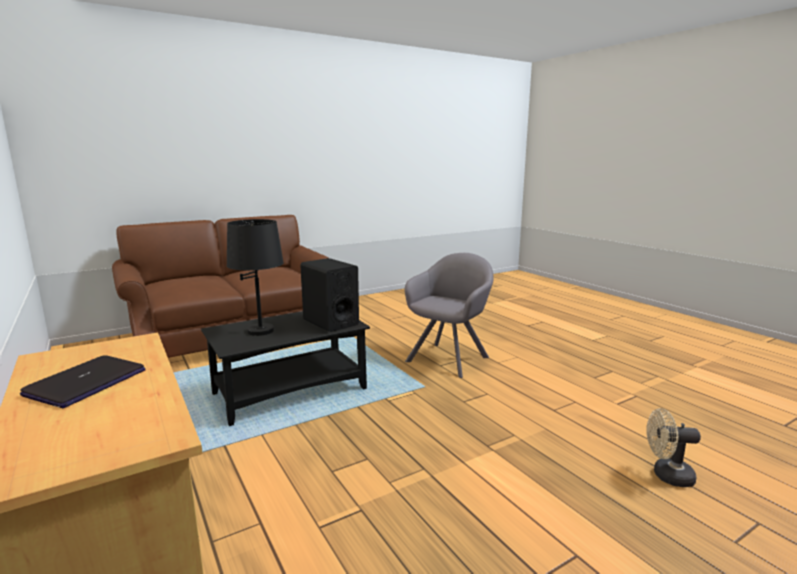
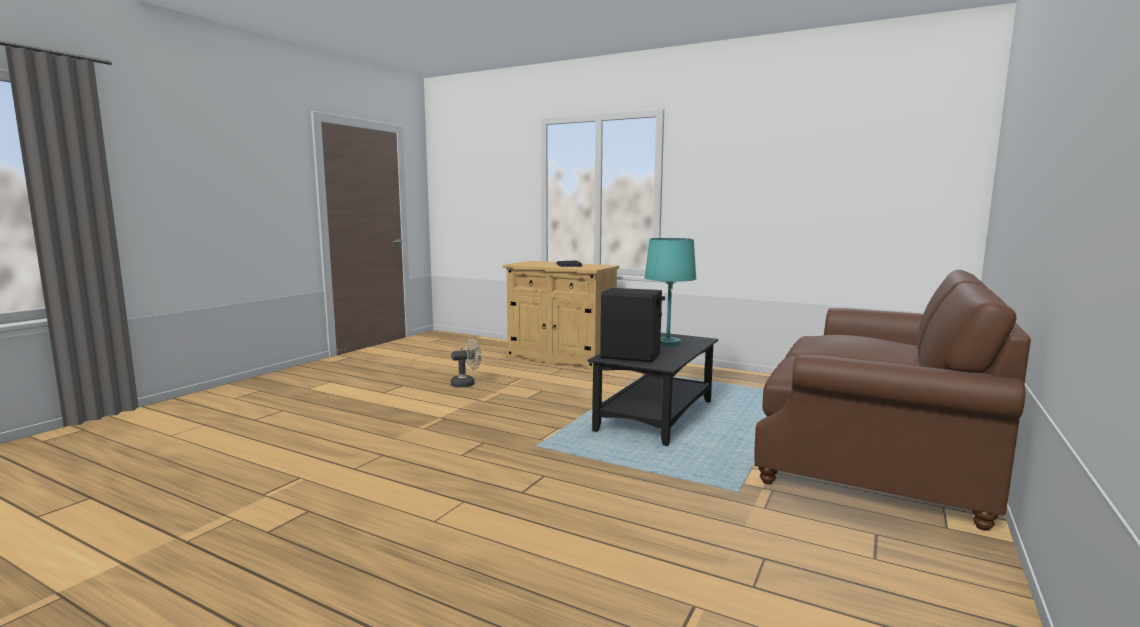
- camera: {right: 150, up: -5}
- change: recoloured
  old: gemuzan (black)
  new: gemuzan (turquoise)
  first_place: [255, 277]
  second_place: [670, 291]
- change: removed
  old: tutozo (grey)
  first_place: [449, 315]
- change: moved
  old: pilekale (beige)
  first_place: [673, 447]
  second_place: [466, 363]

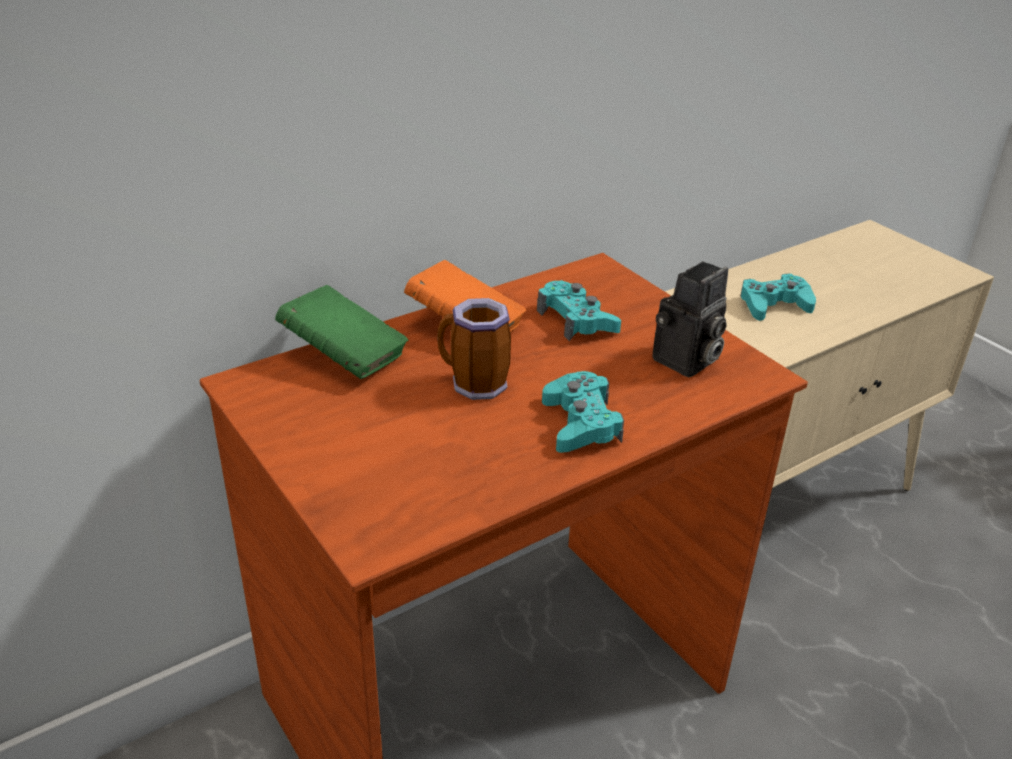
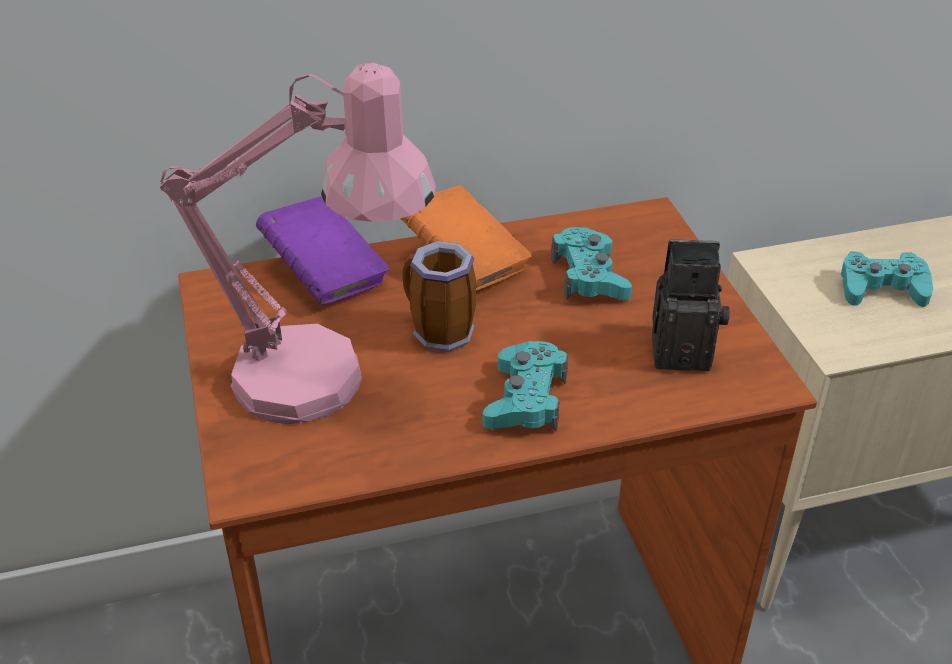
- camera: {right: 20, up: 5}
- change: recoloured
  old: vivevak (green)
  new: vivevak (purple)
  first_place: [342, 332]
  second_place: [322, 250]
- change: turned
  old: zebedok
  first_place: [690, 319]
  second_place: [691, 305]
  degrees: -150
- change: added
  new: gemuzan (pink)
  second_place: [298, 243]

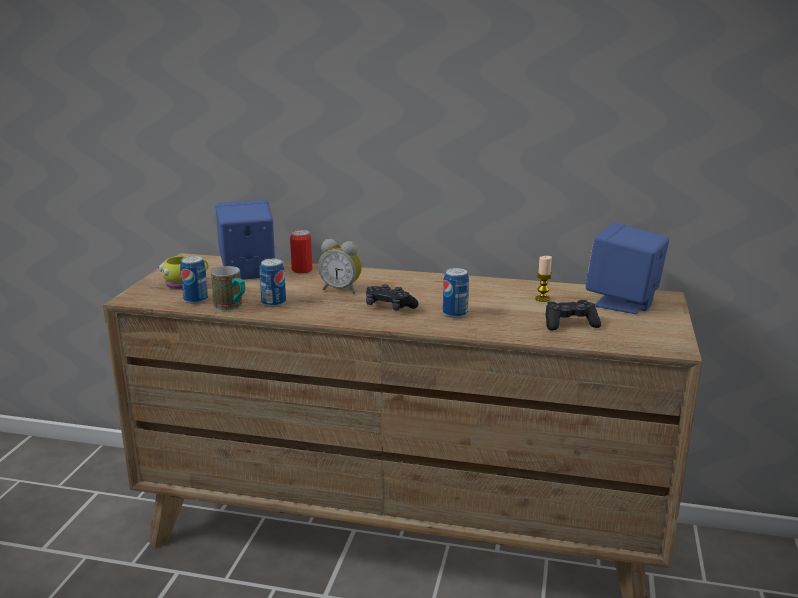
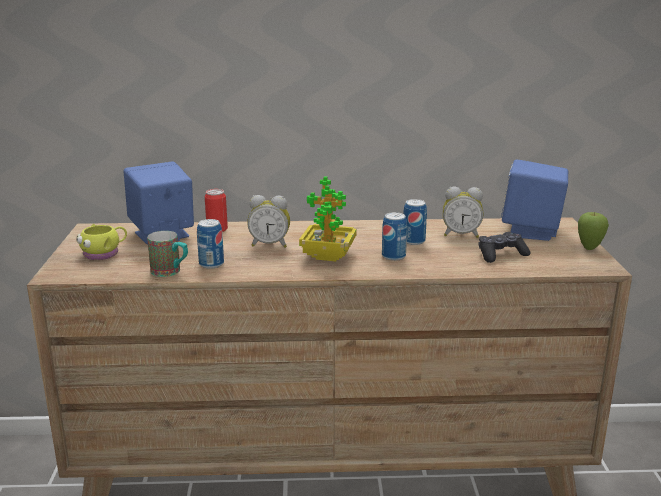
- camera: {right: -15, up: 0}
- change: moved
  old: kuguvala
  first_place: [194, 280]
  second_place: [415, 222]
- change: replaced
  old: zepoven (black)
  new: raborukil
  first_place: [392, 297]
  second_place: [328, 218]
- change: replaced
  old: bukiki
  new: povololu
  first_place: [543, 279]
  second_place: [463, 212]
- change: added
  new: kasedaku
  second_place: [593, 231]

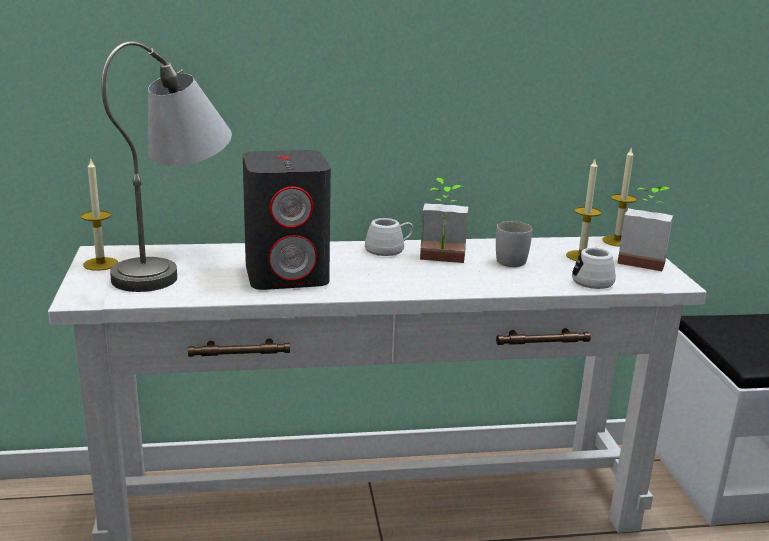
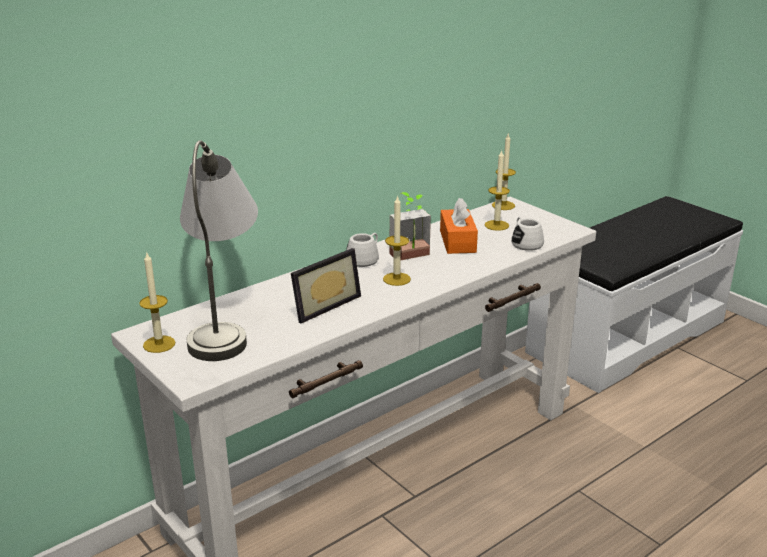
- camera: {right: -30, up: 5}
- change: replaced
  old: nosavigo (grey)
  new: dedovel
  first_place: [287, 220]
  second_place: [326, 285]
- change: replaced
  old: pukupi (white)
  new: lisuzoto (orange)
  first_place: [514, 244]
  second_place: [459, 226]
- change: removed
  old: raborukil
  first_place: [645, 229]
- change: added
  new: bukiki
  second_place: [397, 240]

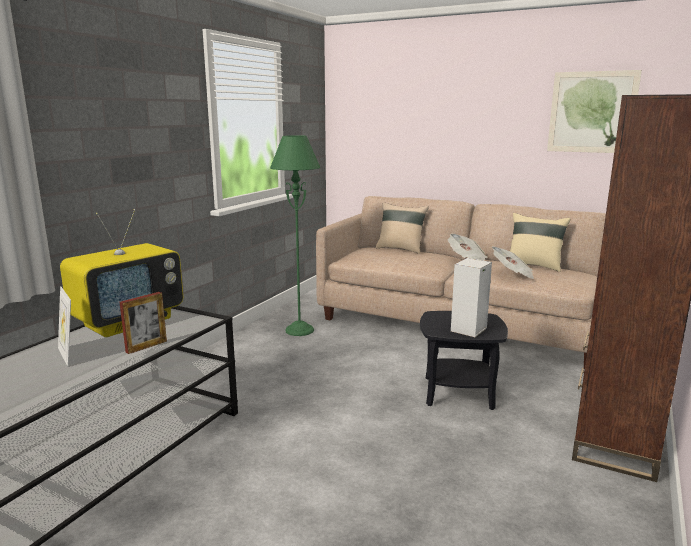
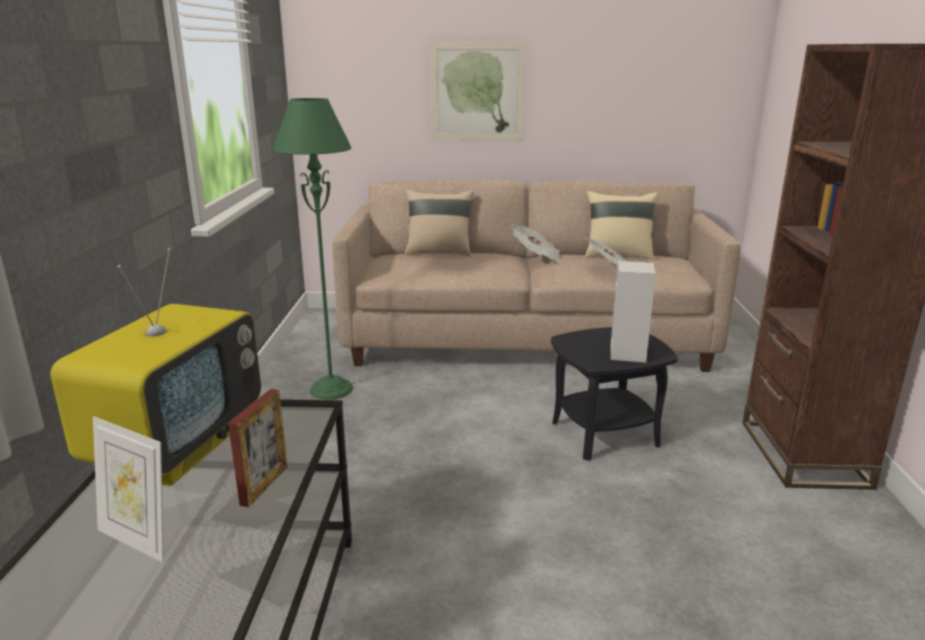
- camera: {right: -25, up: 5}
- change: moved
  old: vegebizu
  first_place: [594, 111]
  second_place: [478, 91]

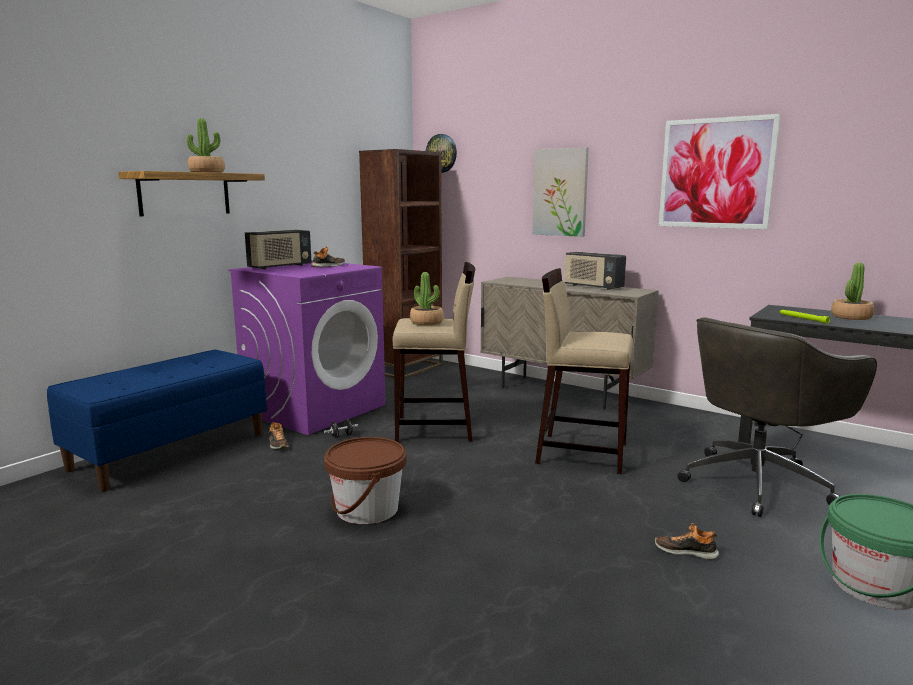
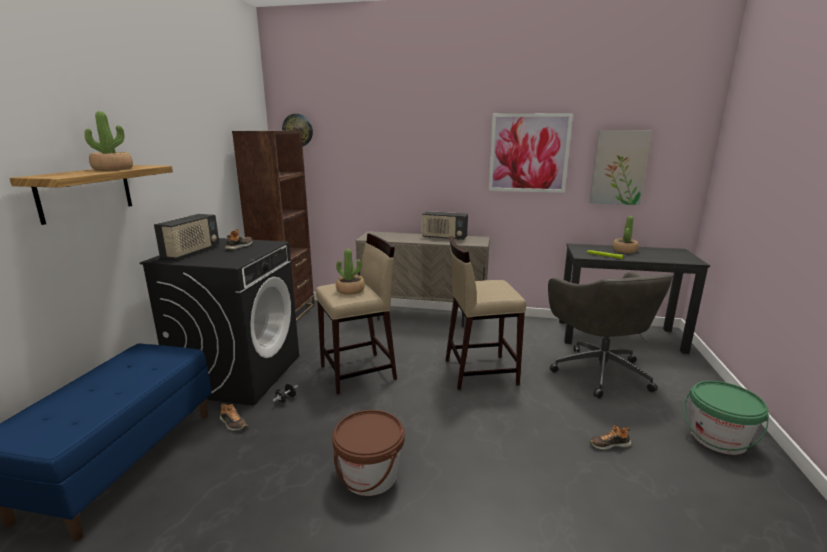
- camera: {right: -25, up: 5}
- change: recoloured
  old: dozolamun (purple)
  new: dozolamun (black)
  first_place: [307, 347]
  second_place: [219, 322]
- change: moved
  old: vegebizu
  first_place: [560, 192]
  second_place: [620, 167]
- change: turned
  old: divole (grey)
  first_place: [777, 417]
  second_place: [610, 335]
  degrees: -45

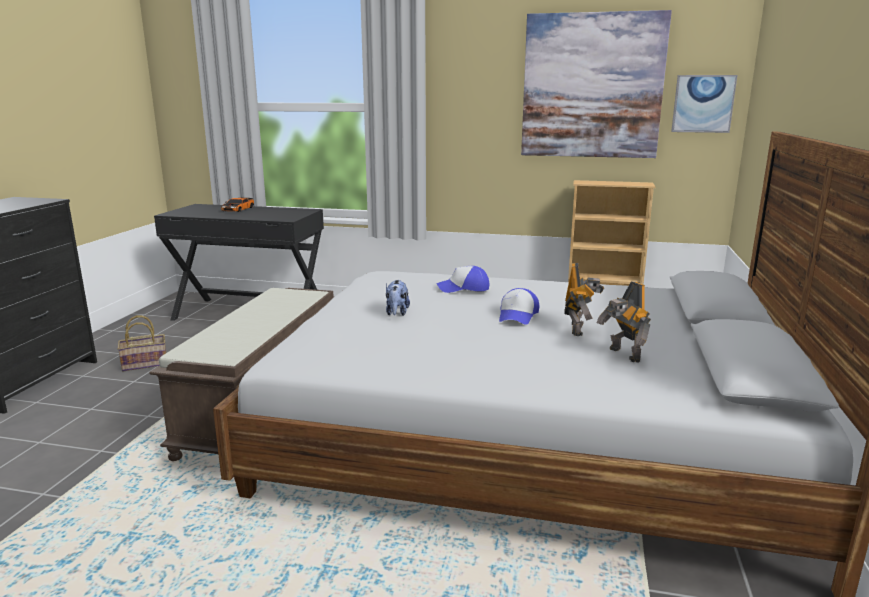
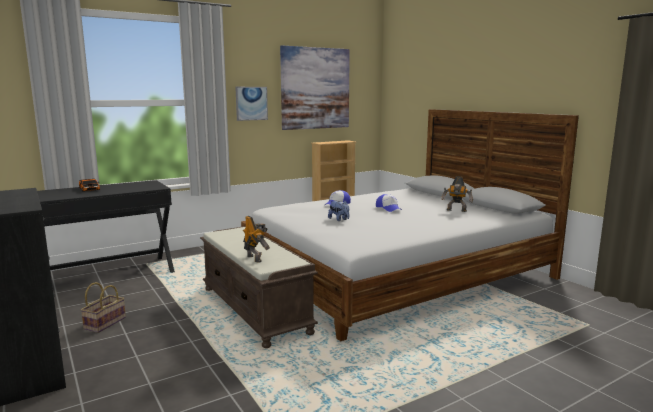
- camera: {right: -45, up: -5}
- change: moved
  old: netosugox
  first_place: [584, 299]
  second_place: [256, 239]
- change: moved
  old: vegebizu
  first_place: [704, 104]
  second_place: [251, 104]

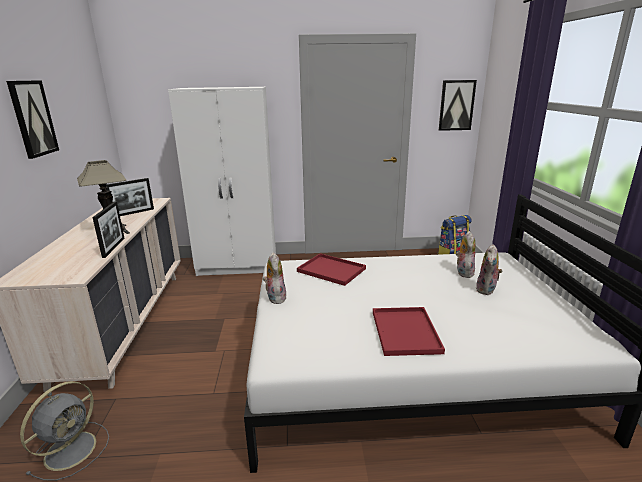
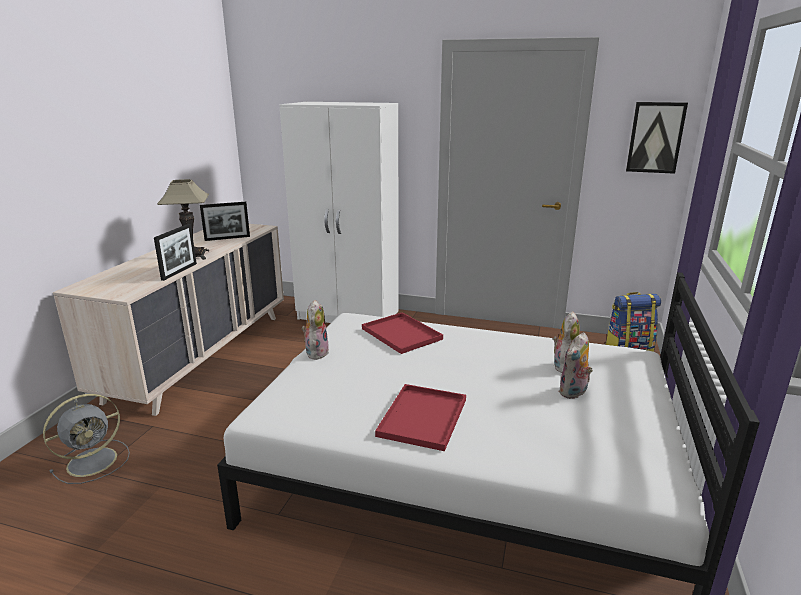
- camera: {right: 20, up: 0}
- change: removed
  old: vegebizu
  first_place: [32, 119]

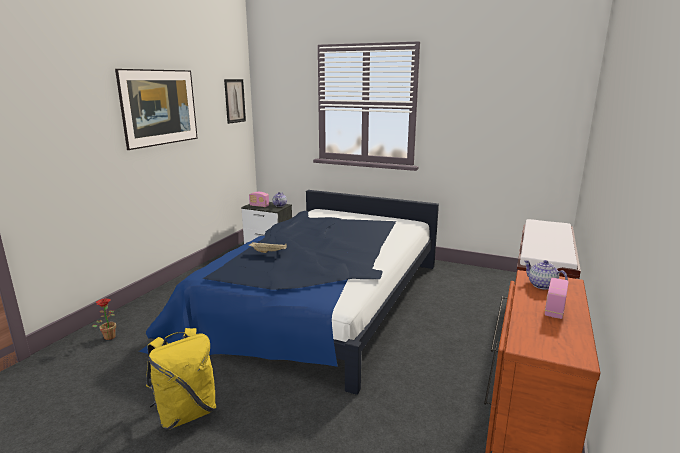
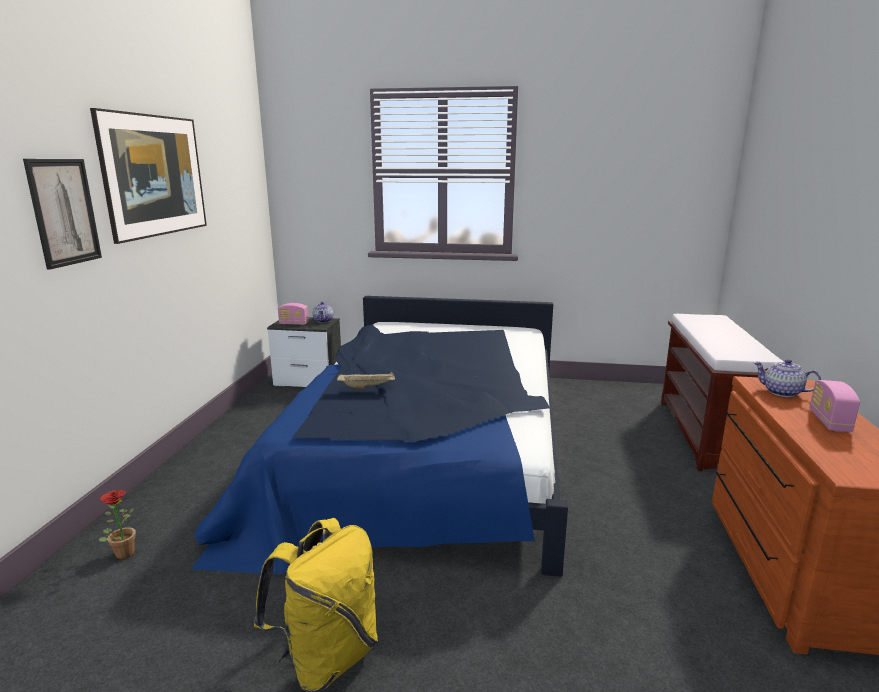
- camera: {right: -15, up: 0}
- change: moved
  old: vegebizu
  first_place: [235, 101]
  second_place: [62, 214]

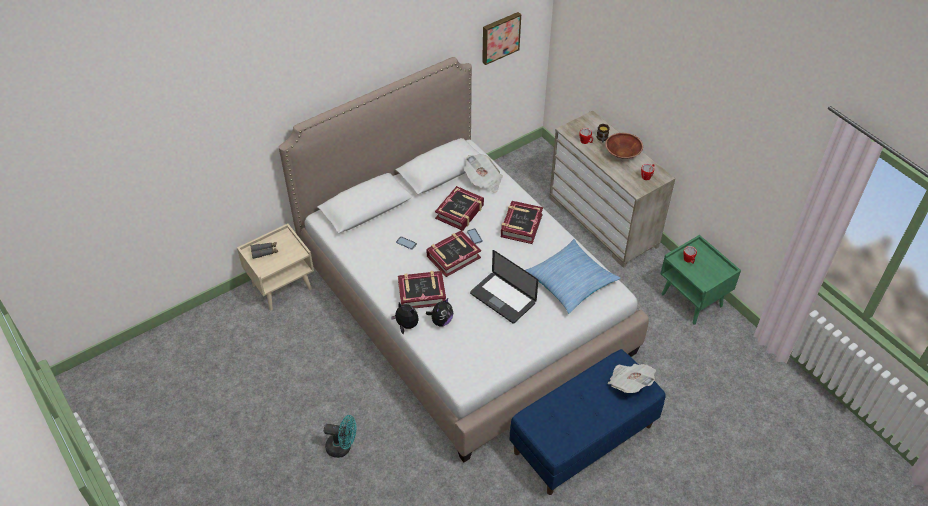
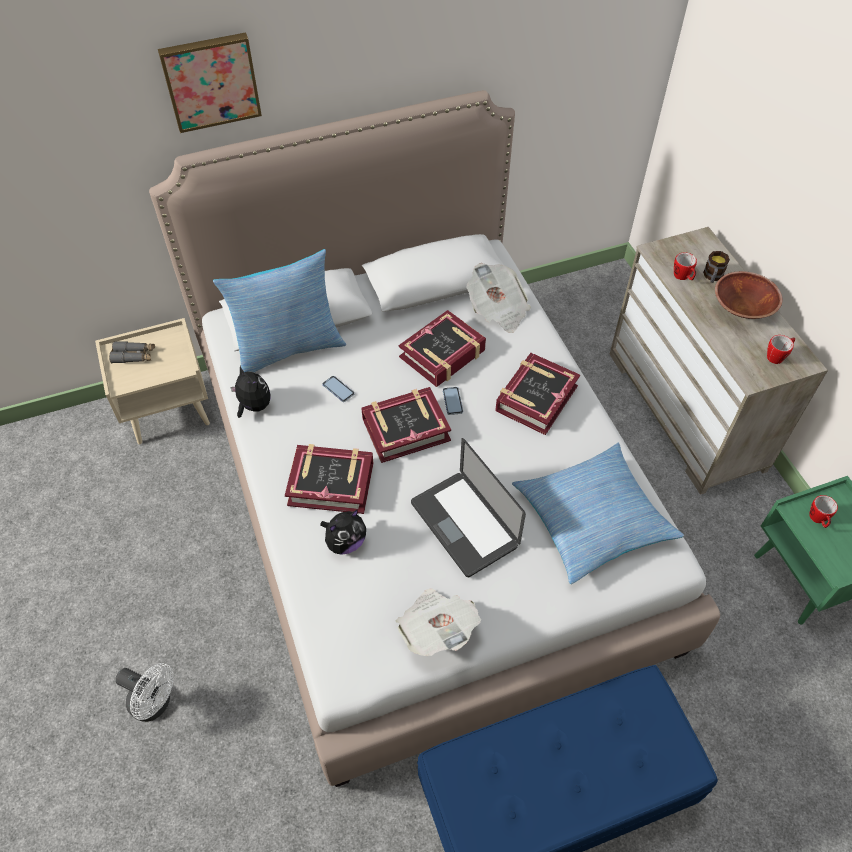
- camera: {right: 15, up: 5}
- change: recoloured
  old: pilekale (turquoise)
  new: pilekale (white)
  first_place: [340, 436]
  second_place: [145, 692]
- change: moved
  old: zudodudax
  first_place: [405, 318]
  second_place: [250, 392]
- change: moved
  old: vegebizu
  first_place: [501, 38]
  second_place: [210, 82]
- change: moved
  old: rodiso
  first_place: [632, 378]
  second_place: [438, 622]
- change: added
  new: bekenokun
  second_place: [279, 310]

